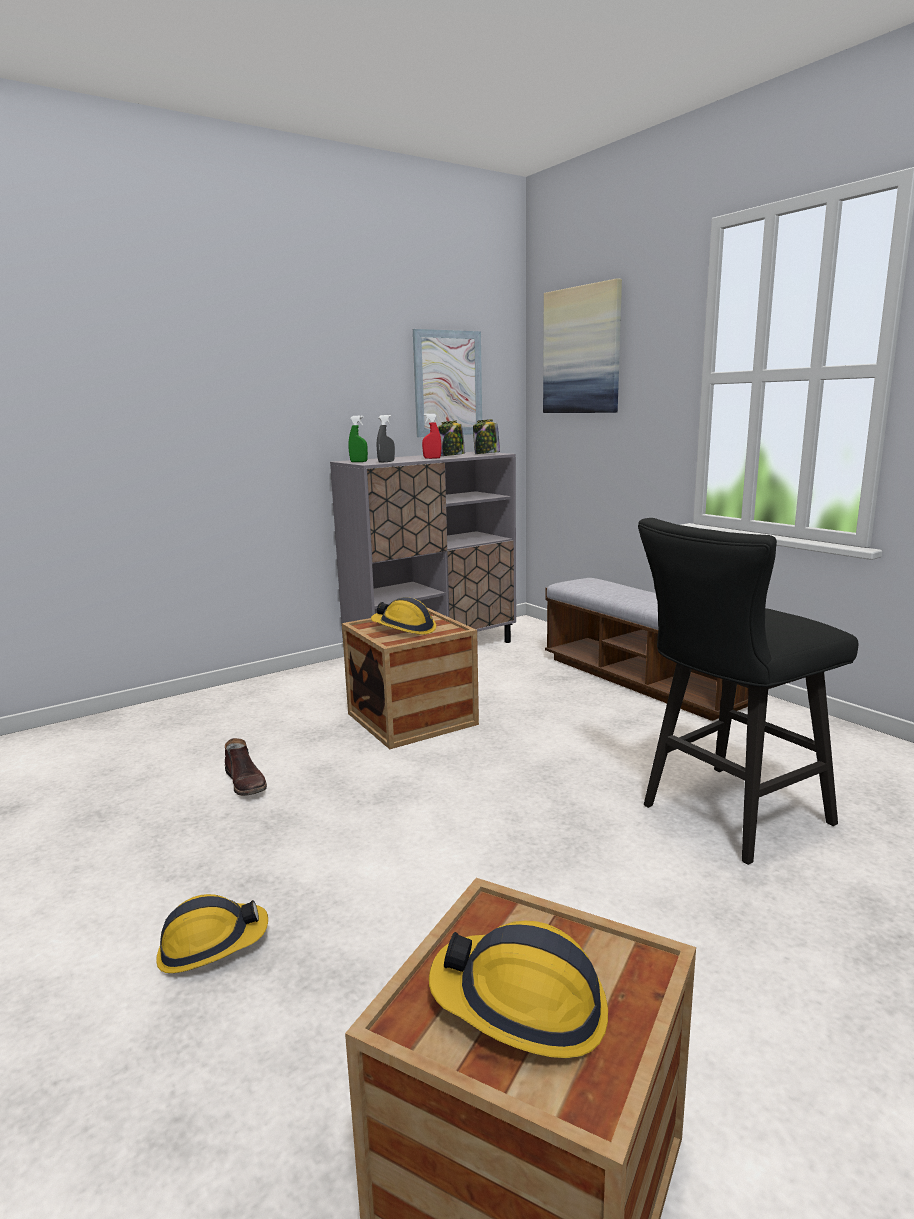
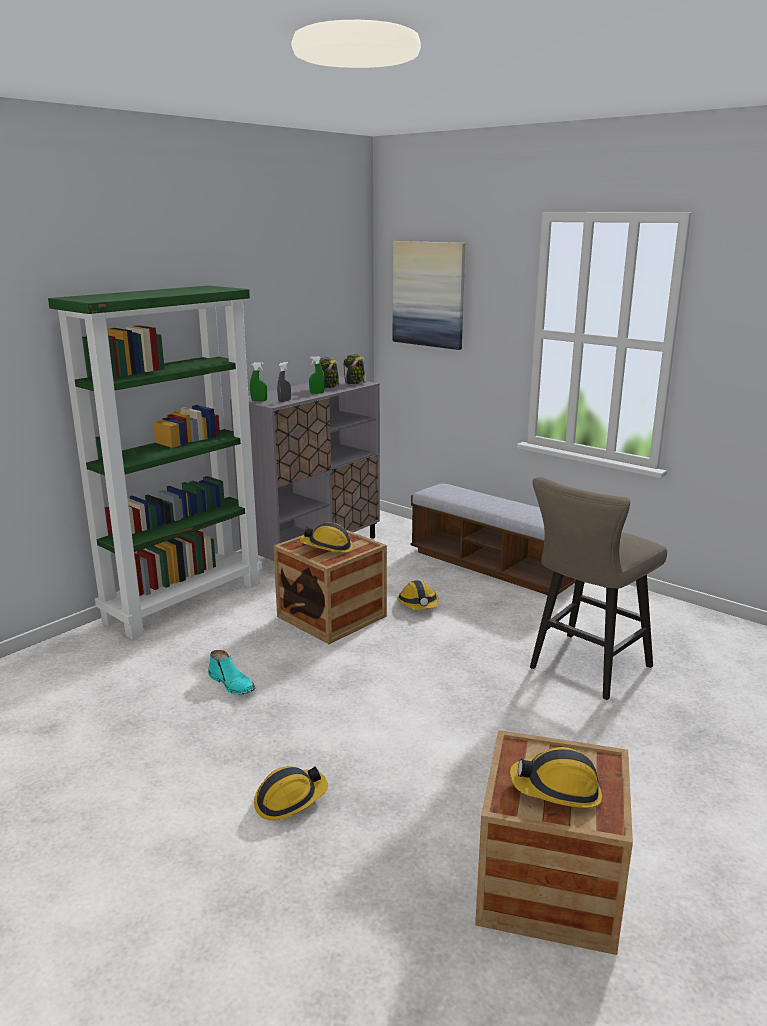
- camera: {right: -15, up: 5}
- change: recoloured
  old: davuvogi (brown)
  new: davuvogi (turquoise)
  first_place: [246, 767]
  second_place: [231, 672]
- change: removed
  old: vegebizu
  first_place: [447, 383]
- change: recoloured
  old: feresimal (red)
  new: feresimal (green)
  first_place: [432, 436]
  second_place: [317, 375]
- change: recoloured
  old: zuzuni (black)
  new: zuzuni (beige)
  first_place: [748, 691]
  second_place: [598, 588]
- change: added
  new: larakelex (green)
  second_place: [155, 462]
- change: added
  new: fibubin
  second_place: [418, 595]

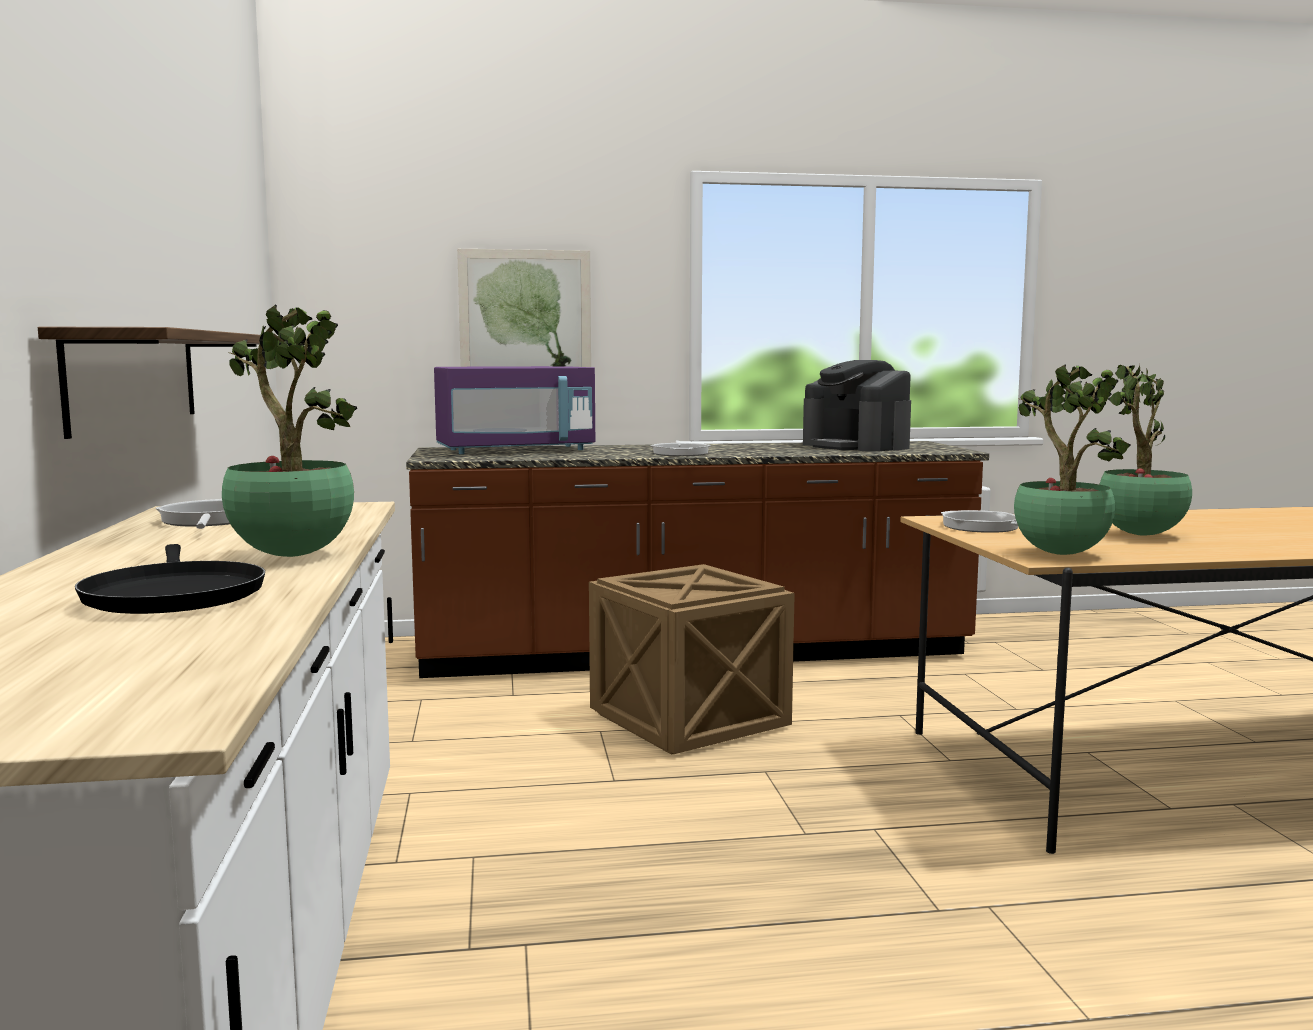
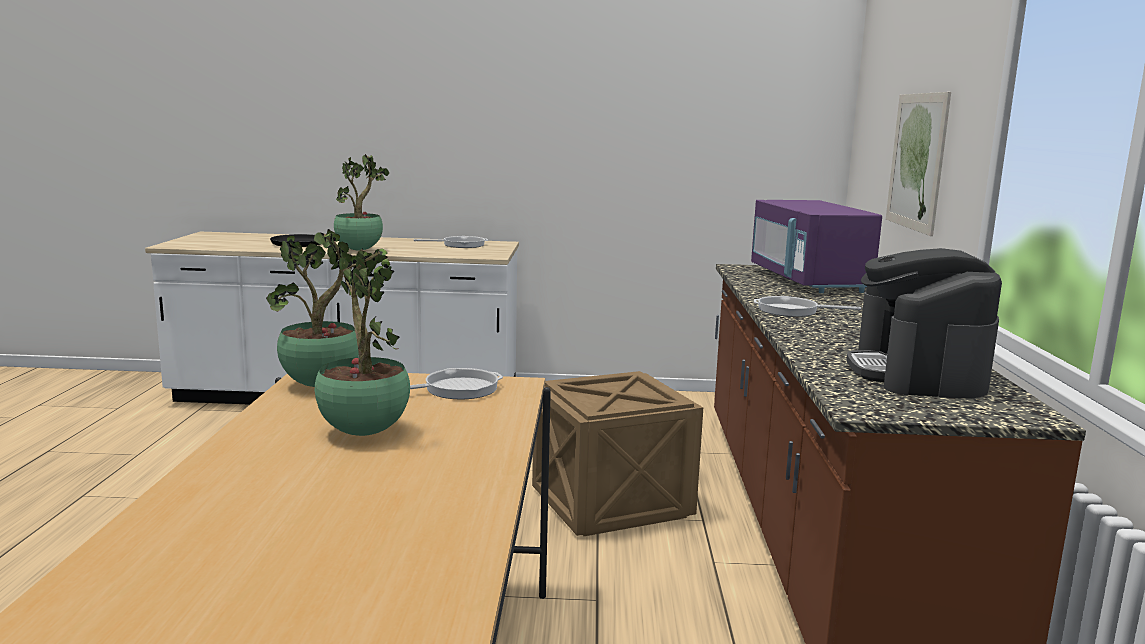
- camera: {right: 100, up: 5}
- change: removed
  old: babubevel
  first_place: [149, 382]
- change: turned
  old: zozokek
  first_place: [857, 406]
  second_place: [924, 323]
  degrees: -60

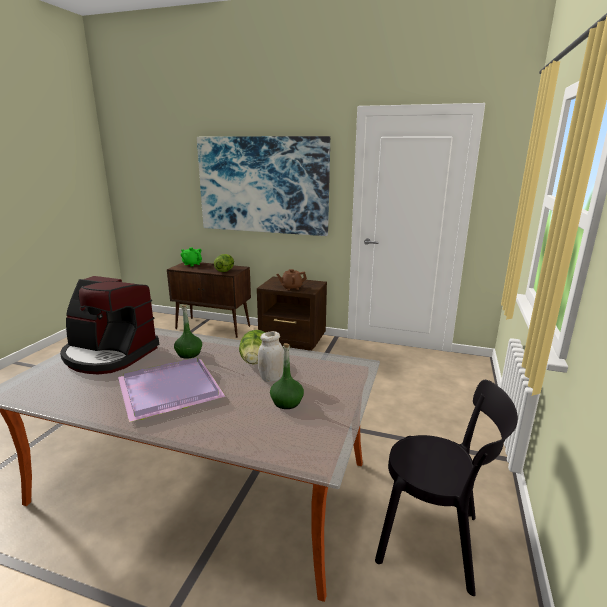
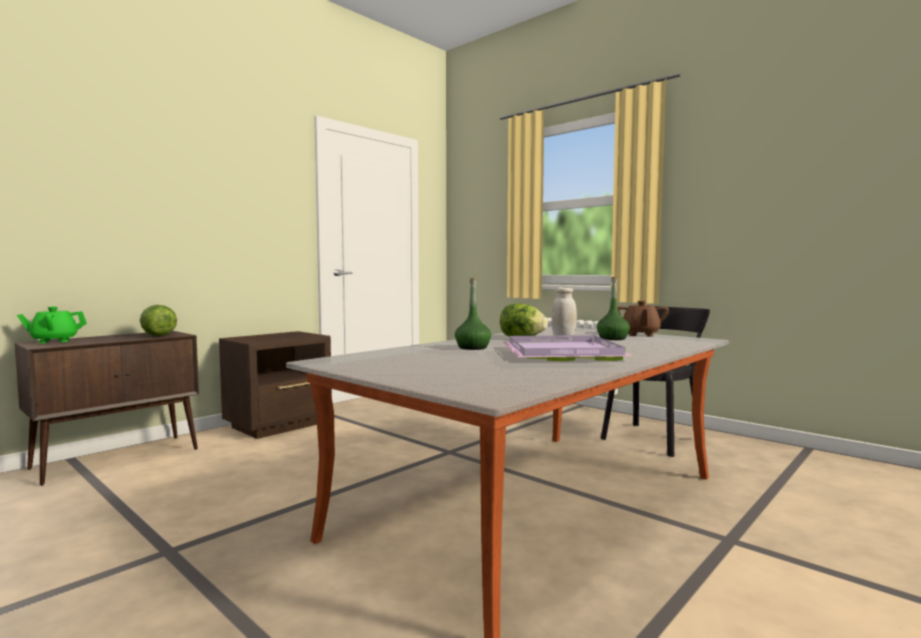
- camera: {right: -65, up: -15}
- change: removed
  old: zozokek
  first_place: [109, 325]
- change: removed
  old: vegebizu
  first_place: [263, 186]
- change: moved
  old: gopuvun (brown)
  first_place: [291, 279]
  second_place: [643, 319]

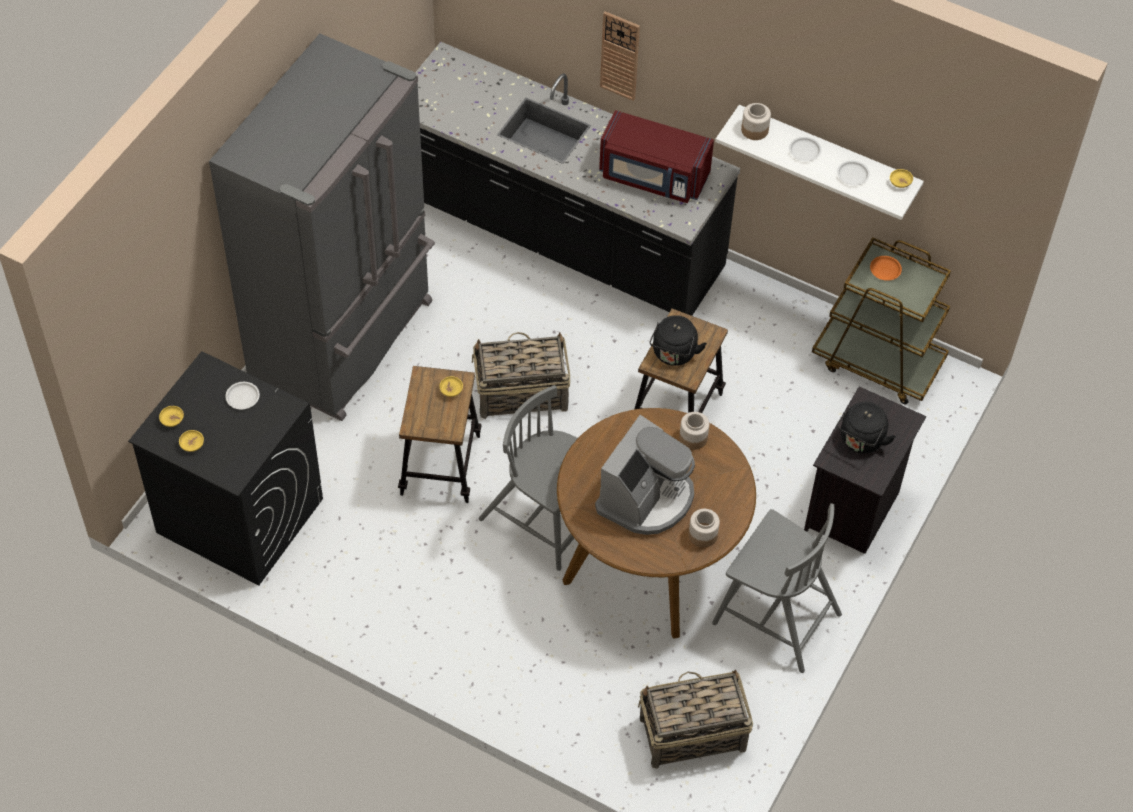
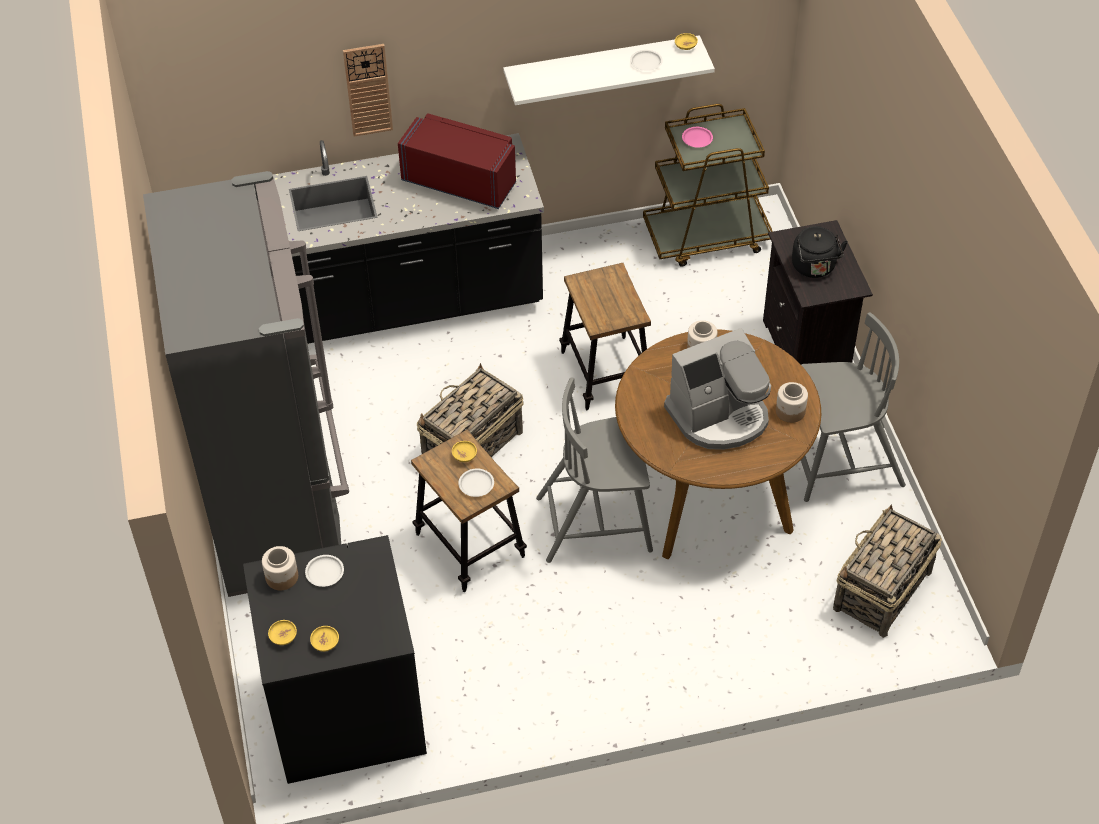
- camera: {right: -40, up: -5}
- change: turned
  old: zozokek
  first_place: [645, 475]
  second_place: [717, 389]
  degrees: 75
- change: turned
  old: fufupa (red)
  first_place: [656, 156]
  second_place: [457, 161]
  degrees: -135
- change: removed
  old: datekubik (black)
  first_place: [678, 340]
- change: moved
  old: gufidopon
  first_place: [756, 121]
  second_place: [280, 568]
- change: moved
  old: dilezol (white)
  first_place: [805, 149]
  second_place: [476, 482]
- change: recoloured
  old: dilezol (orange)
  new: dilezol (pink)
  first_place: [886, 268]
  second_place: [697, 137]

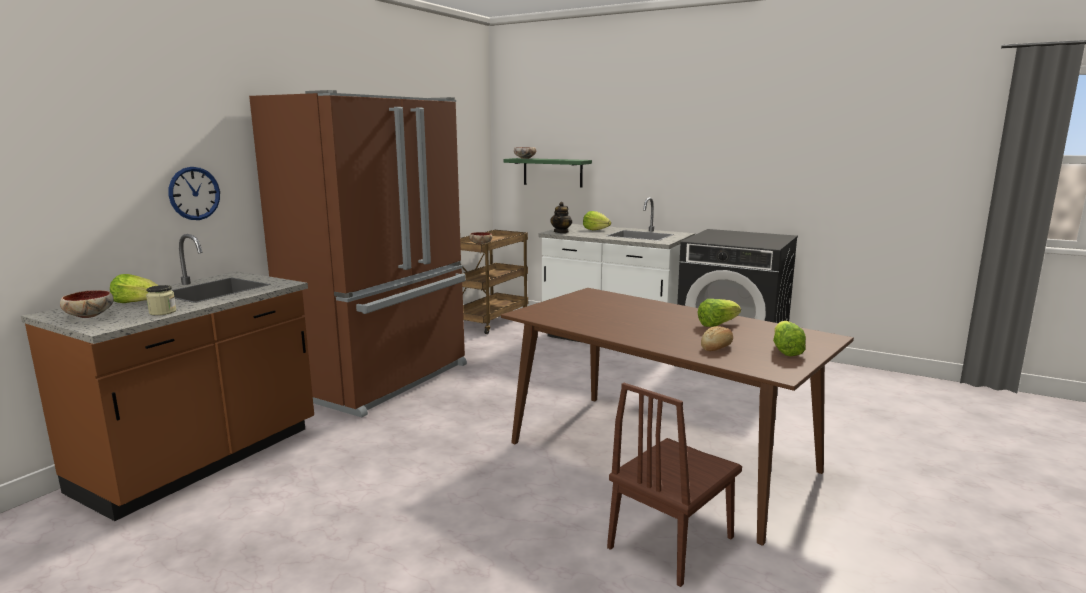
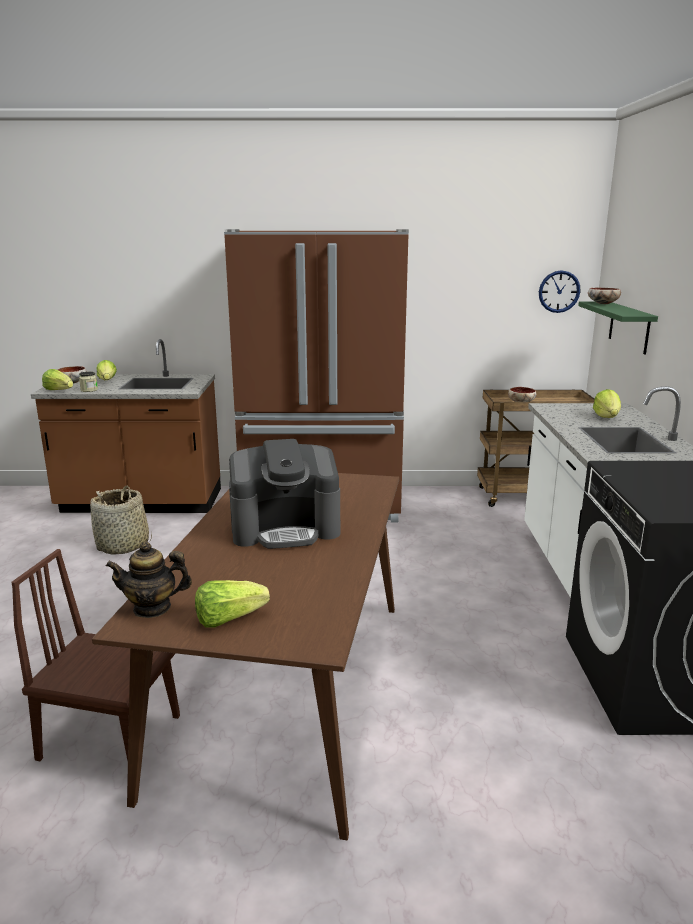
- camera: {right: 60, up: 5}
- change: moved
  old: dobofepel
  first_place: [194, 193]
  second_place: [559, 291]
- change: moved
  old: gopuvun
  first_place: [561, 217]
  second_place: [149, 579]
- change: moved
  old: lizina
  first_place: [719, 313]
  second_place: [57, 379]
- change: removed
  old: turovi
  first_place: [717, 338]
- change: added
  new: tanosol
  second_place: [121, 520]
- change: added
  new: zozokek
  second_place: [284, 494]

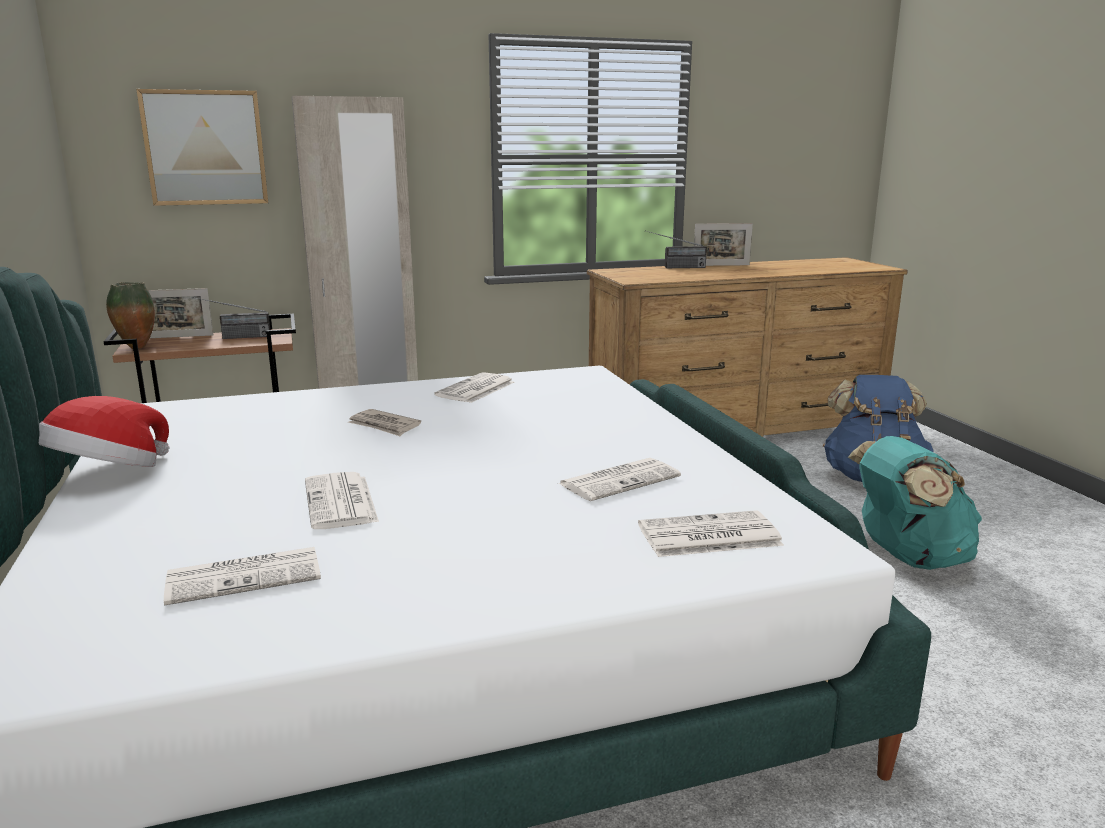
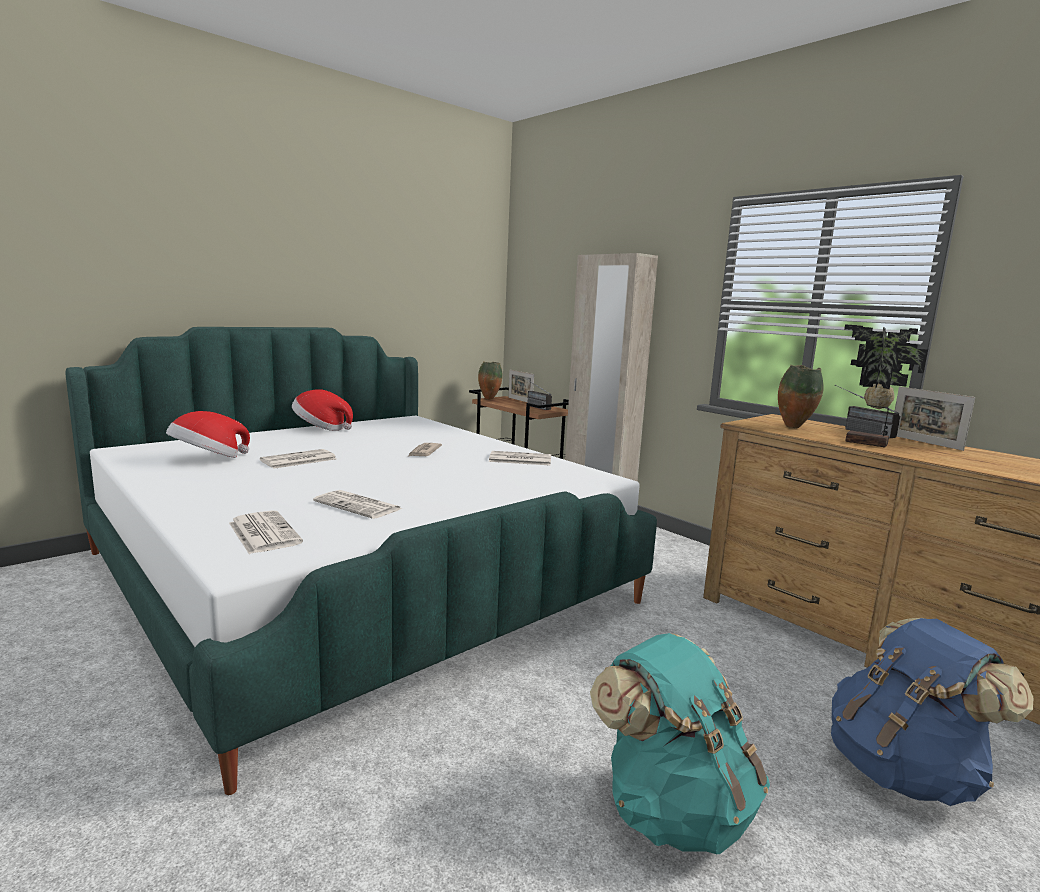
- camera: {right: 65, up: -5}
- change: removed
  old: vegebizu
  first_place: [202, 147]
- change: replaced
  old: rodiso
  new: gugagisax
  first_place: [242, 576]
  second_place: [208, 434]
- change: added
  new: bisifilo
  second_place: [801, 396]
- change: added
  new: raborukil
  second_place: [886, 386]

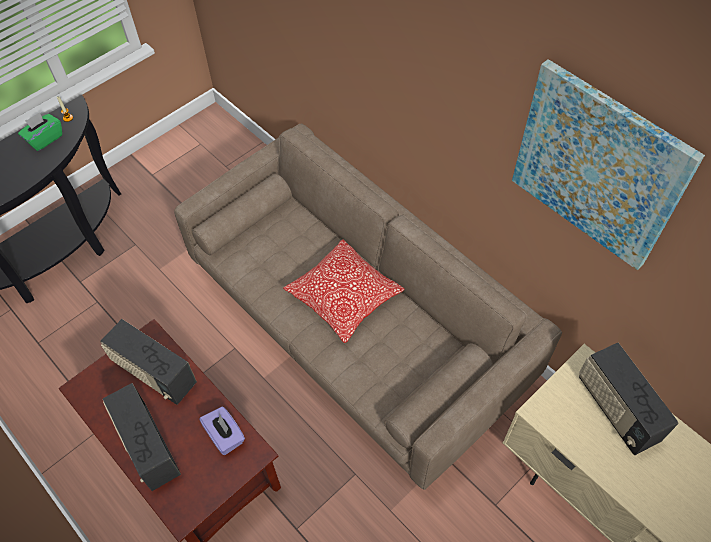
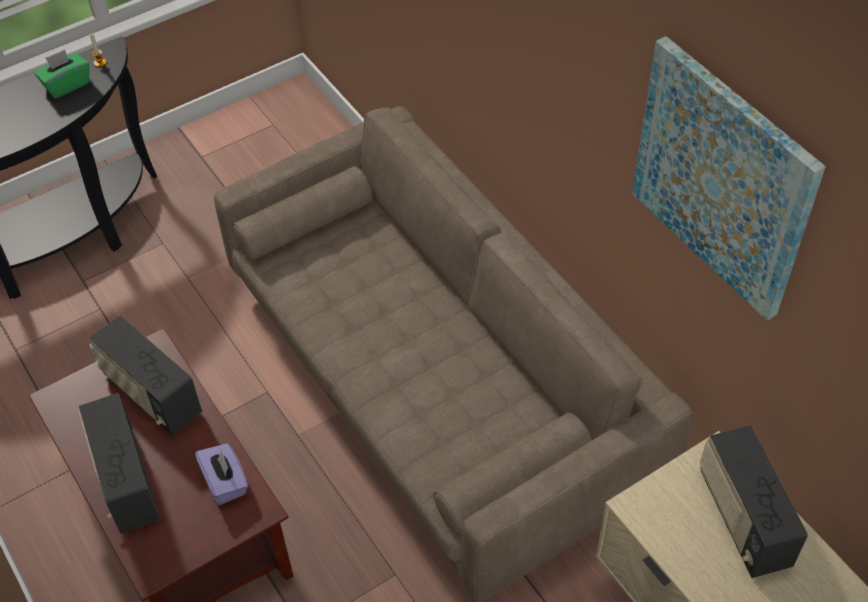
- camera: {right: 10, up: -5}
- change: removed
  old: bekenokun
  first_place: [344, 291]

